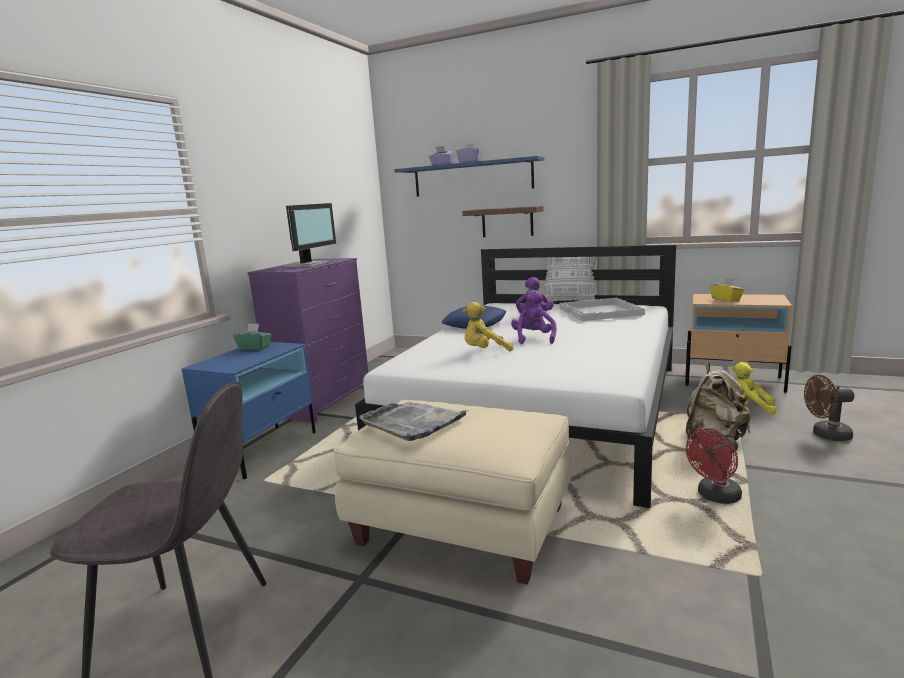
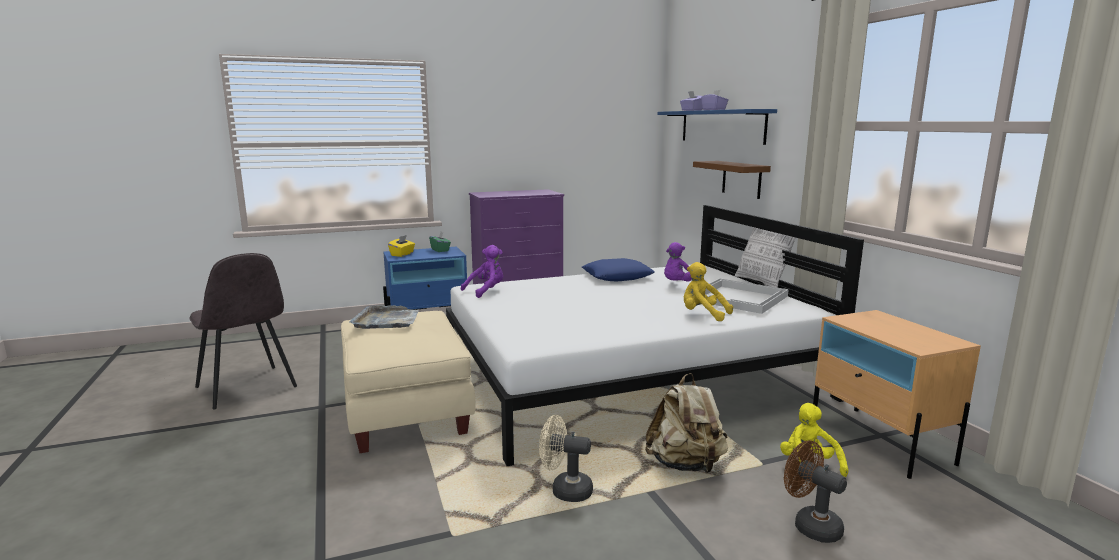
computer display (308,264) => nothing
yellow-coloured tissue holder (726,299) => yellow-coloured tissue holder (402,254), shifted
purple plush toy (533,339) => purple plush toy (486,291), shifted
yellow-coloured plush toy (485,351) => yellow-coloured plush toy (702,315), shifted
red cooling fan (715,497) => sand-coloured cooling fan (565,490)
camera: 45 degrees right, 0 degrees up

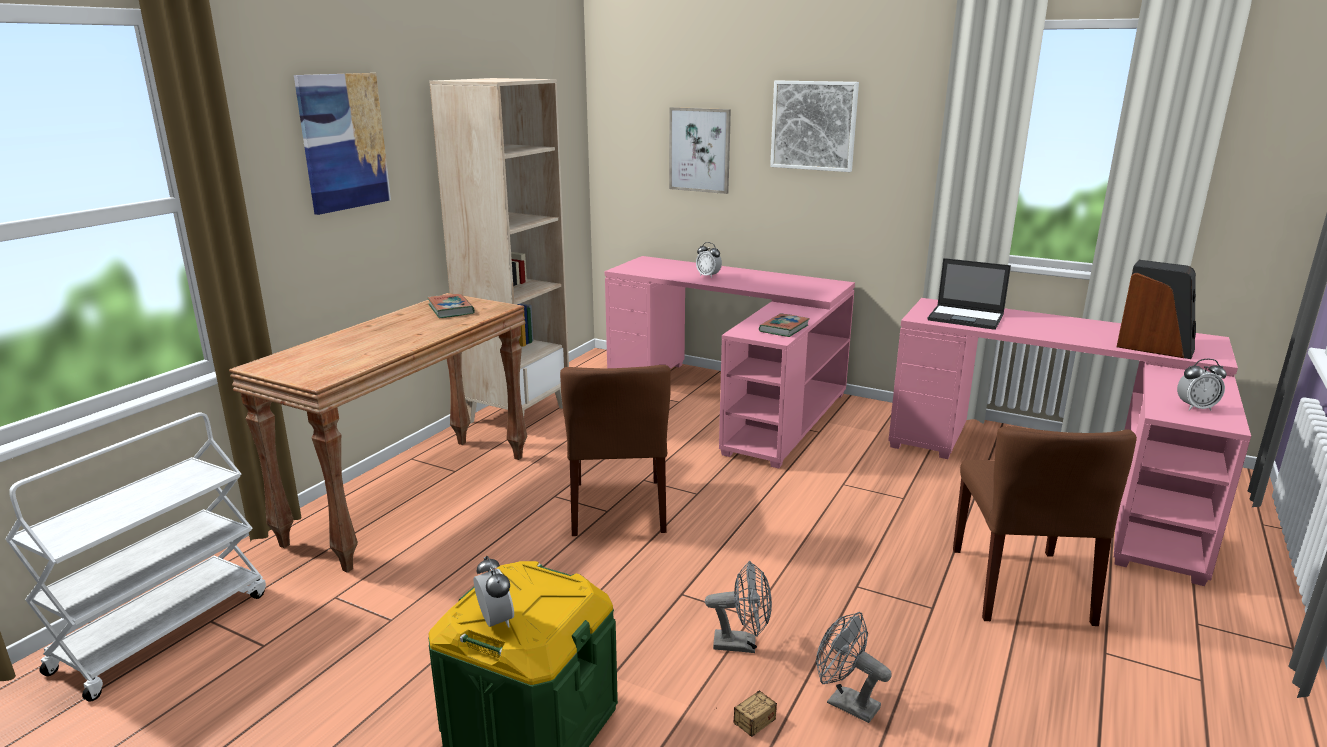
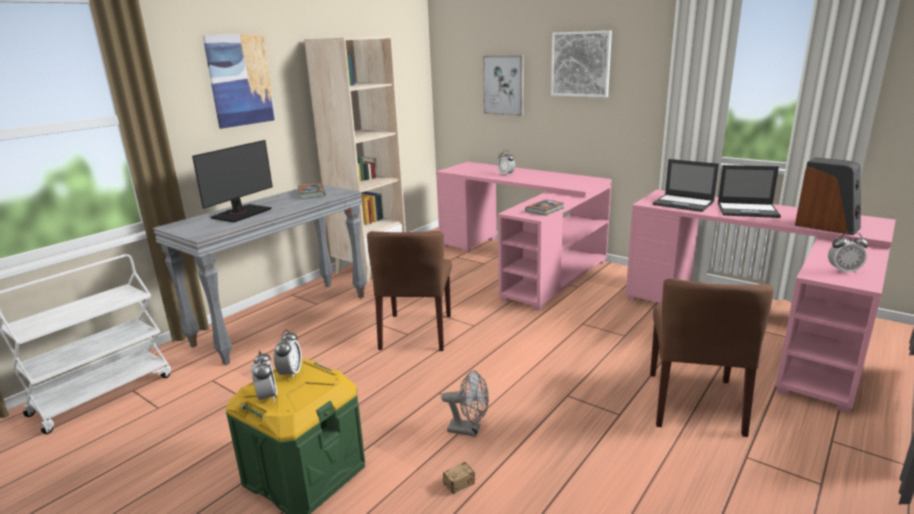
brownish hall table (412,497) => greyish hall table (283,319)
greyish cooling fan (845,703) => nothing
nothing => computer display (241,213)
nothing => portable computer (748,210)
nothing => table clock (290,373)
camera: 10 degrees right, 0 degrees up

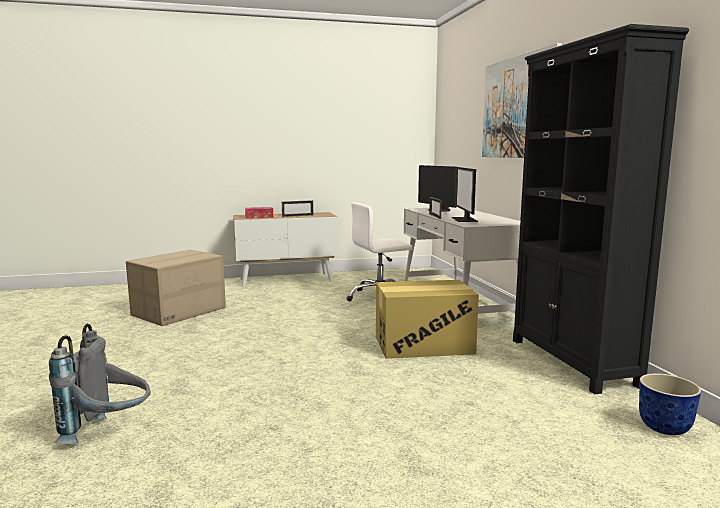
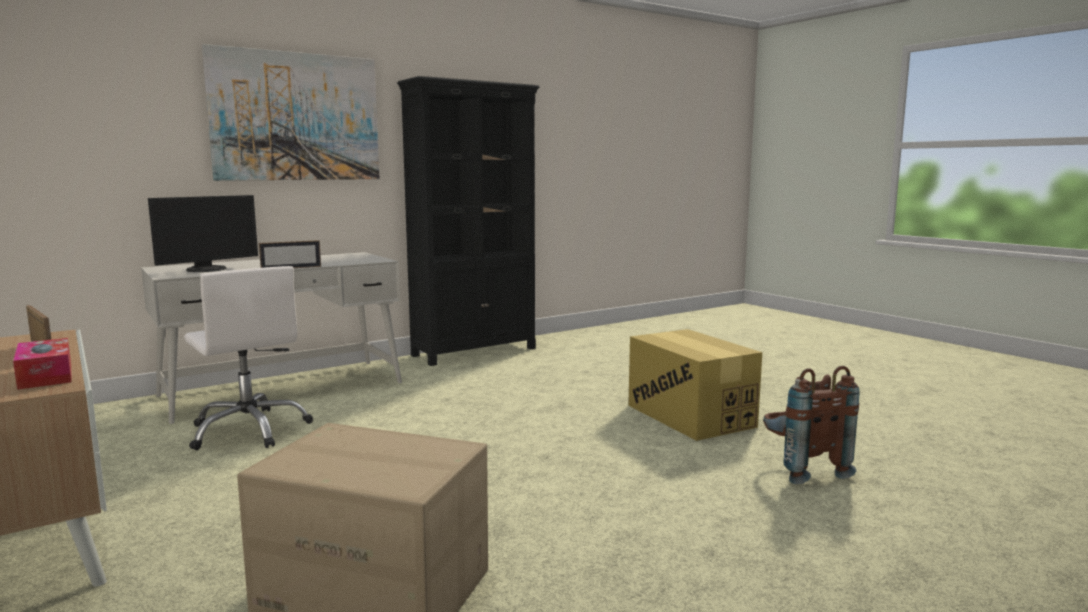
computer display (465,219) => nothing
carton (424,345) => carton (690,415), shifted
greyish backpack (109,432) => brownish backpack (801,468)
plant pot (664,428) => nothing
camera: 110 degrees left, 0 degrees up

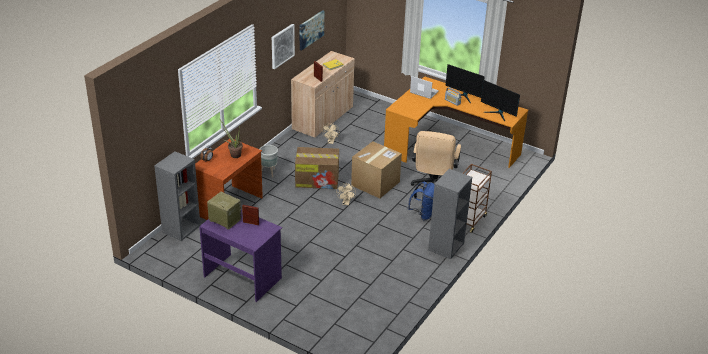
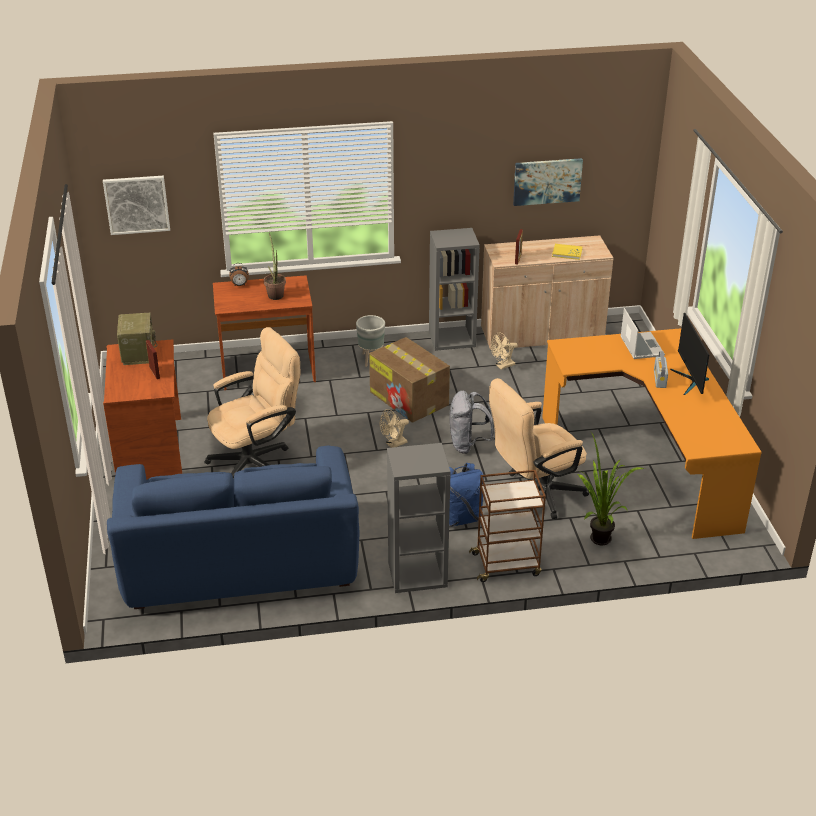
wall art (282,46) => wall art (137,204), shifted
computer display (498,113) => nothing
carton (375,183) => greyish backpack (468,445)
greyish bookcase (181,228) => greyish bookcase (452,339), shifted
purple desk table (243,277) => brownish desk table (151,450)
nothing => sand-coloured desk chair (257,460)
nothing => houseplant (597,542)
nothing => blue sofa (240,562)
camera: 50 degrees right, 0 degrees up

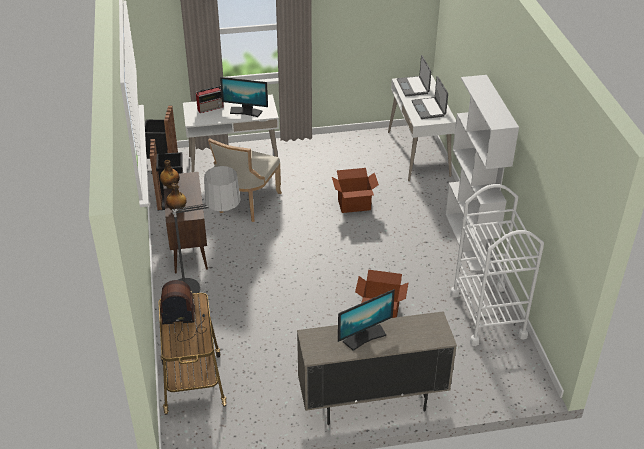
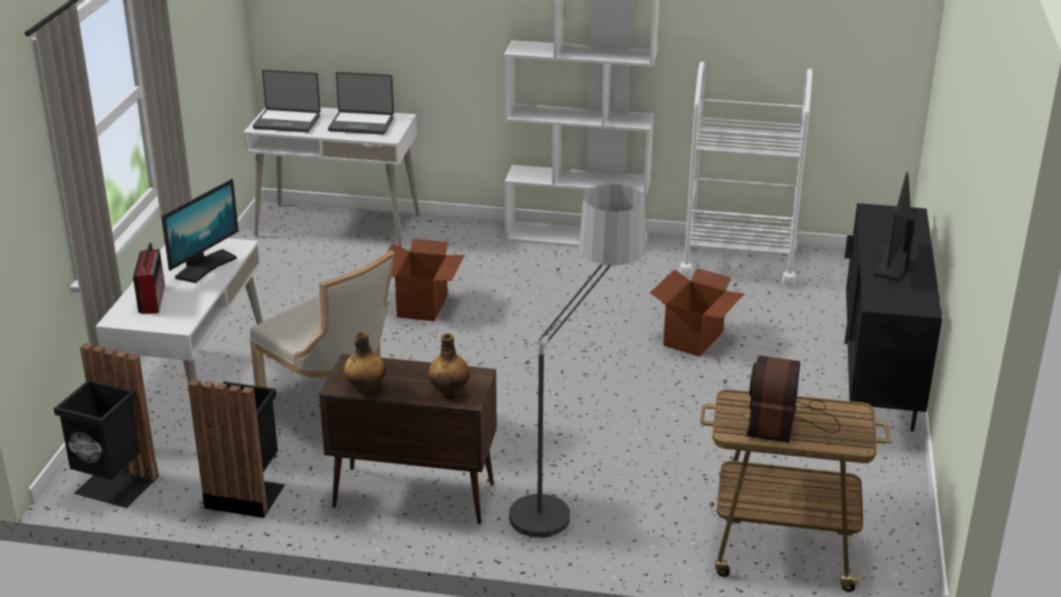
computer display (364,337) => computer display (893,264), 150 degrees counterclockwise
sand-coloured cupboard (372,402) => blackish cupboard (877,385)
camera: 70 degrees left, 10 degrees down

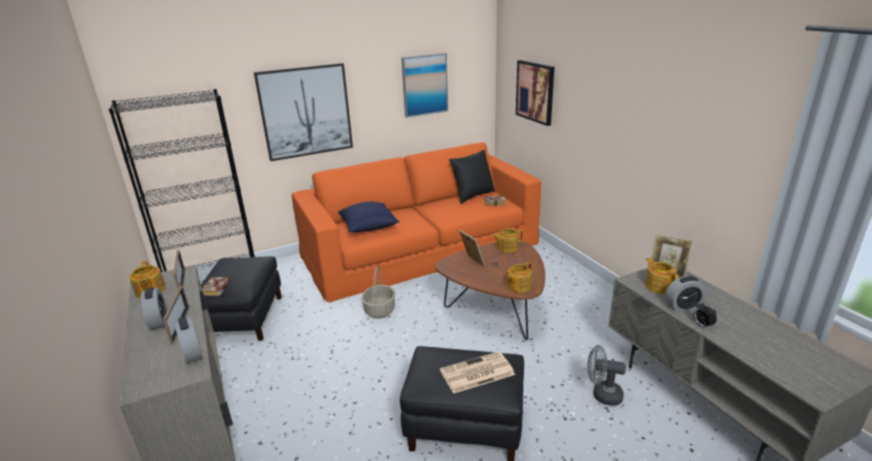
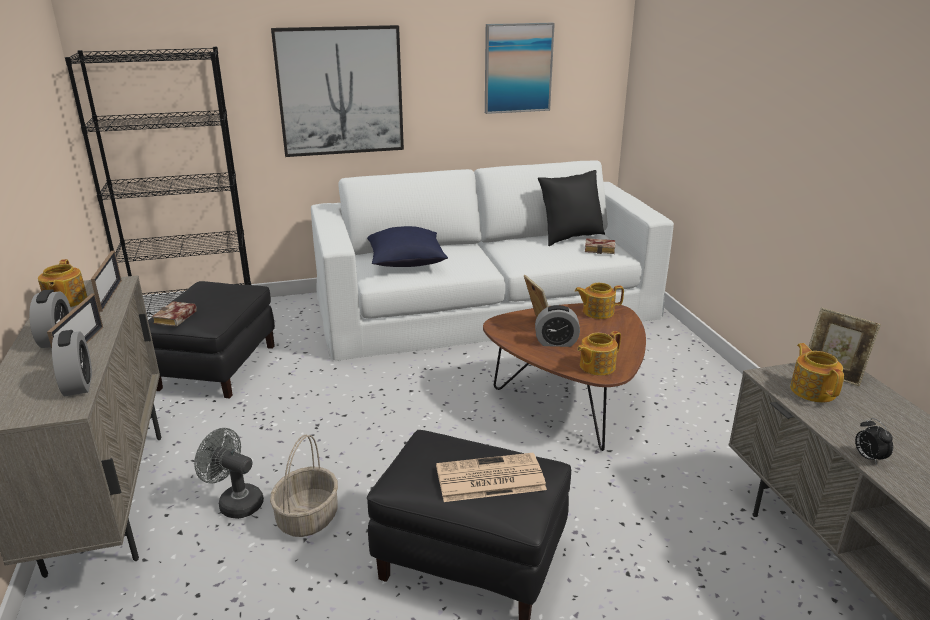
wall art (535,92) => nothing
orangey sofa (420,249) => white-coloured sofa (485,306)
storage basket (379,310) => storage basket (307,517), shifted
table clock (683,306) => table clock (556,342), shifted
greyish cooling fan (602,395) => greyish cooling fan (235,502), shifted
camera: 10 degrees right, 0 degrees up

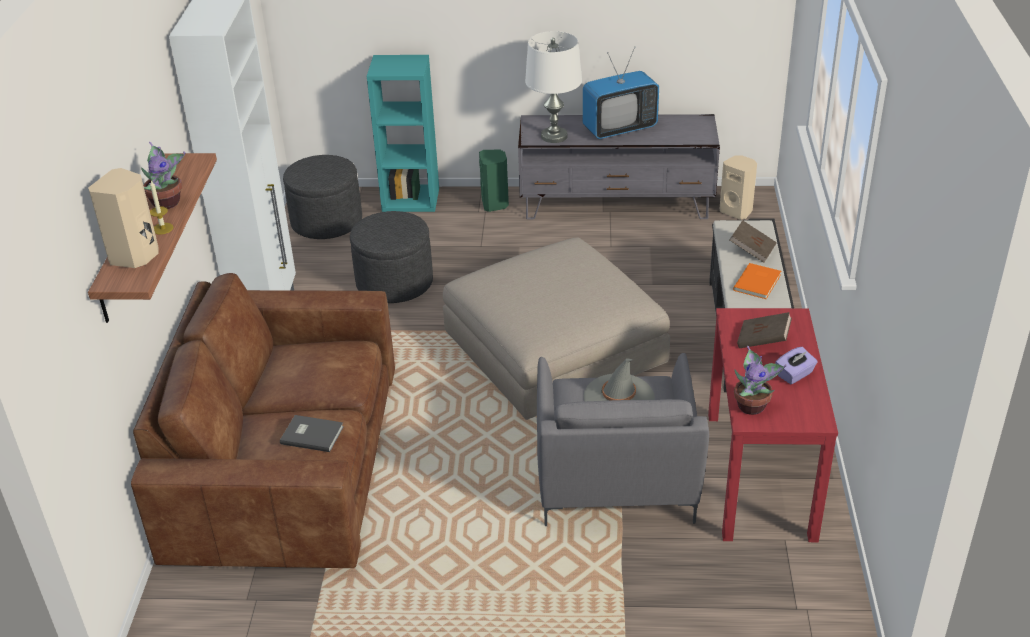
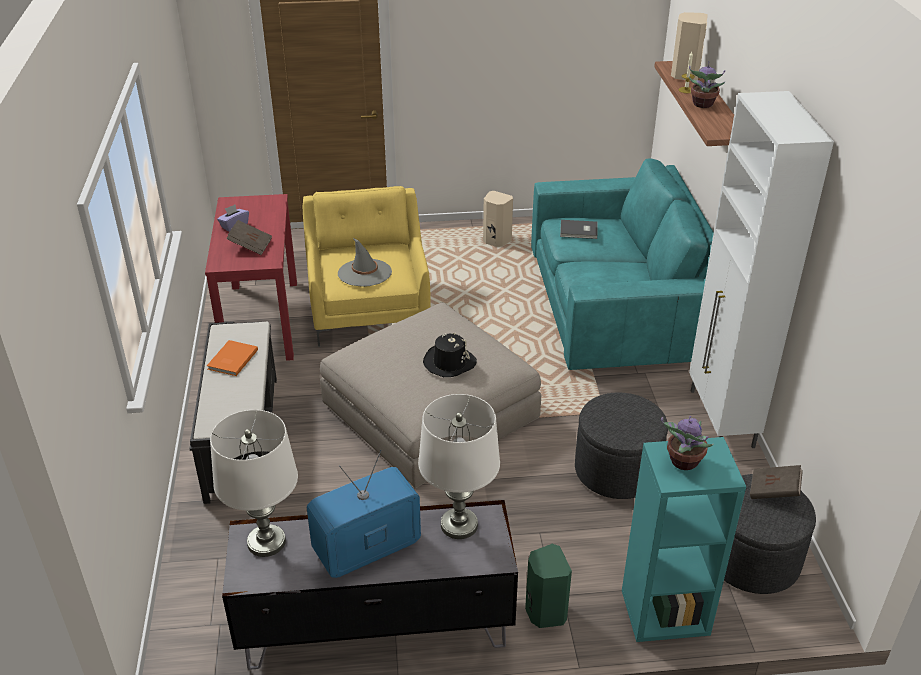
sand-coloured loudspeaker (737,211) => sand-coloured loudspeaker (496,241), shifted
brownish book (752,250) => brownish book (773,491), shifted
brownish sofa (285,462) => turquoise sofa (617,303)
houseplant (752,406) => houseplant (683,462), shifted
greyish armchair (614,482) => yellow-coloured armchair (369,308)
nothing => blackish wearable hat (449,362)
nothing => white-coloured lamp for a table (266,542)
camera: 170 degrees right, 0 degrees up

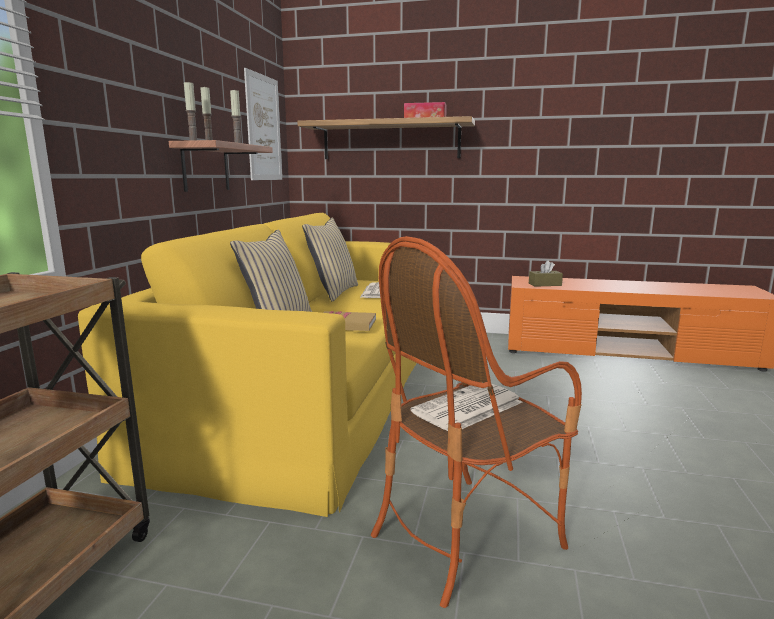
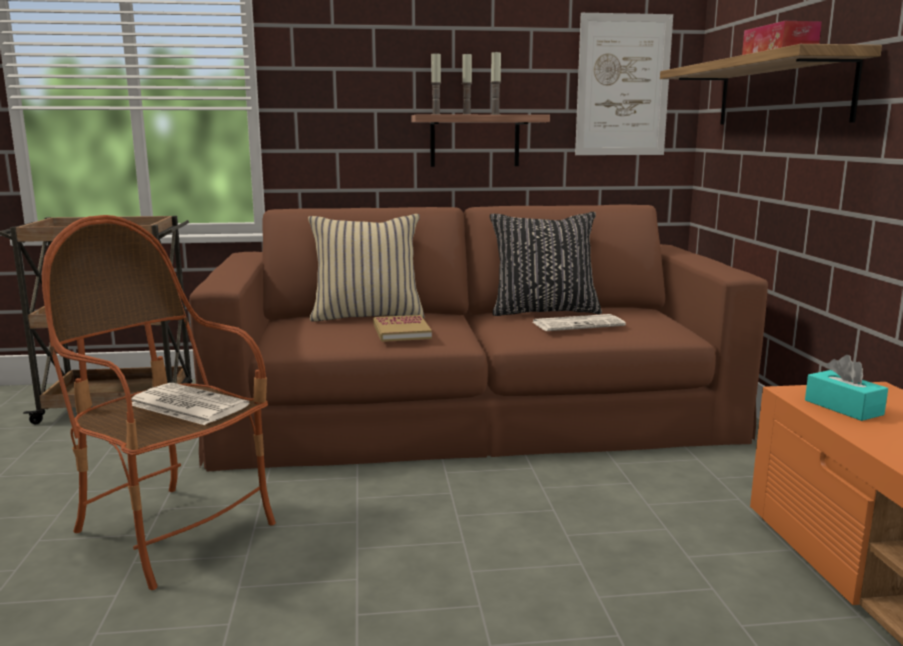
yellow-coloured sofa (316,384) => brownish sofa (472,412)
sand-coloured cushion (333,292) => blackish cushion (543,311)
brownish tissue holder (545,284) => turquoise tissue holder (843,407)
camera: 70 degrees right, 0 degrees up

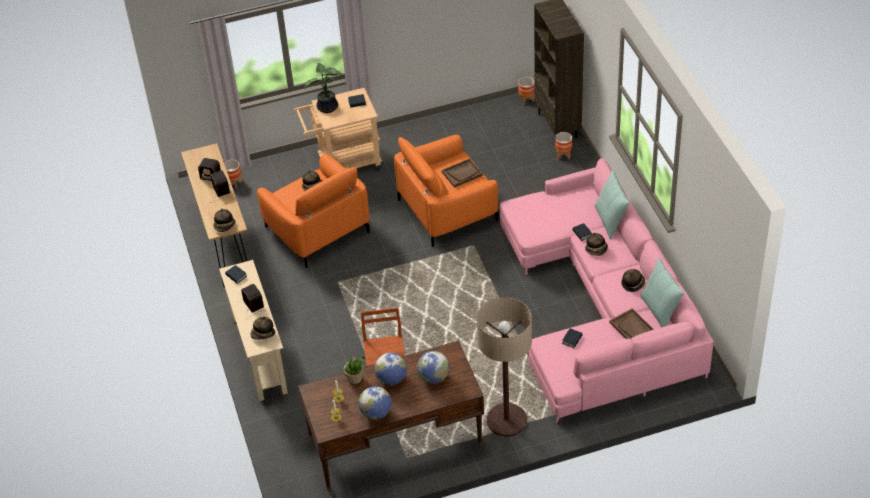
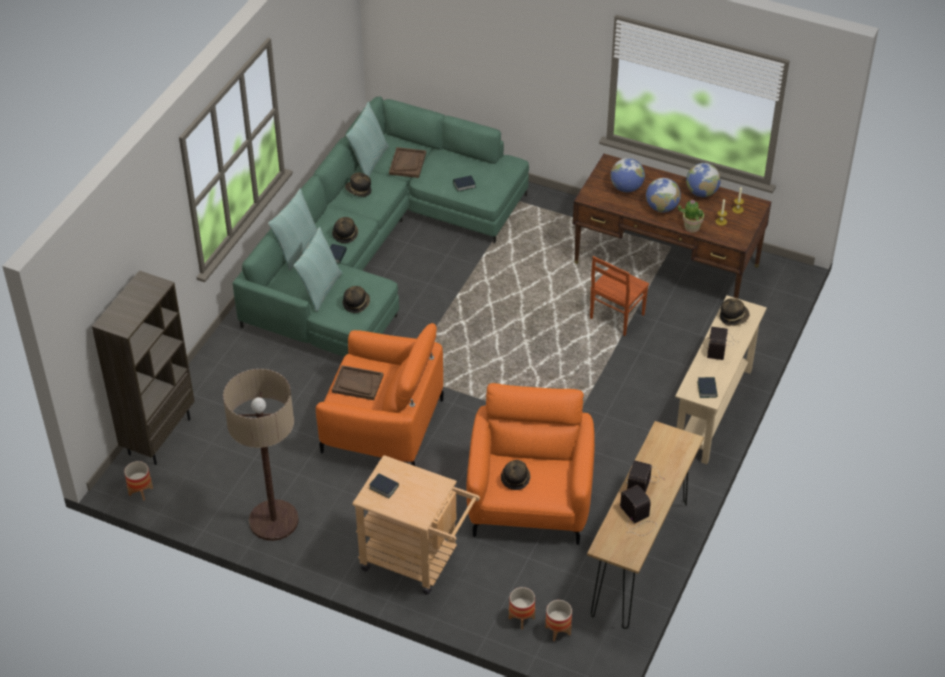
houseplant (327,108) => nothing
plant pot (563,155) => plant pot (521,618), shifted
pink-coloured sofa (601,308) => green-coloured sofa (376,247)
wearable hat (225,226) => wearable hat (356,303), shifted
floor lamp (506,420) => floor lamp (273,521), shifted
nothing => cushion (320,289)
camera: 140 degrees left, 0 degrees up

